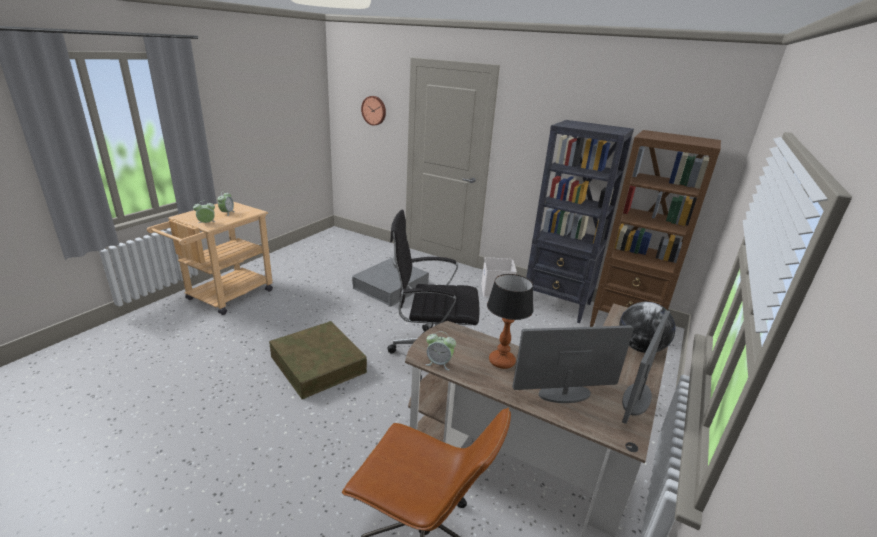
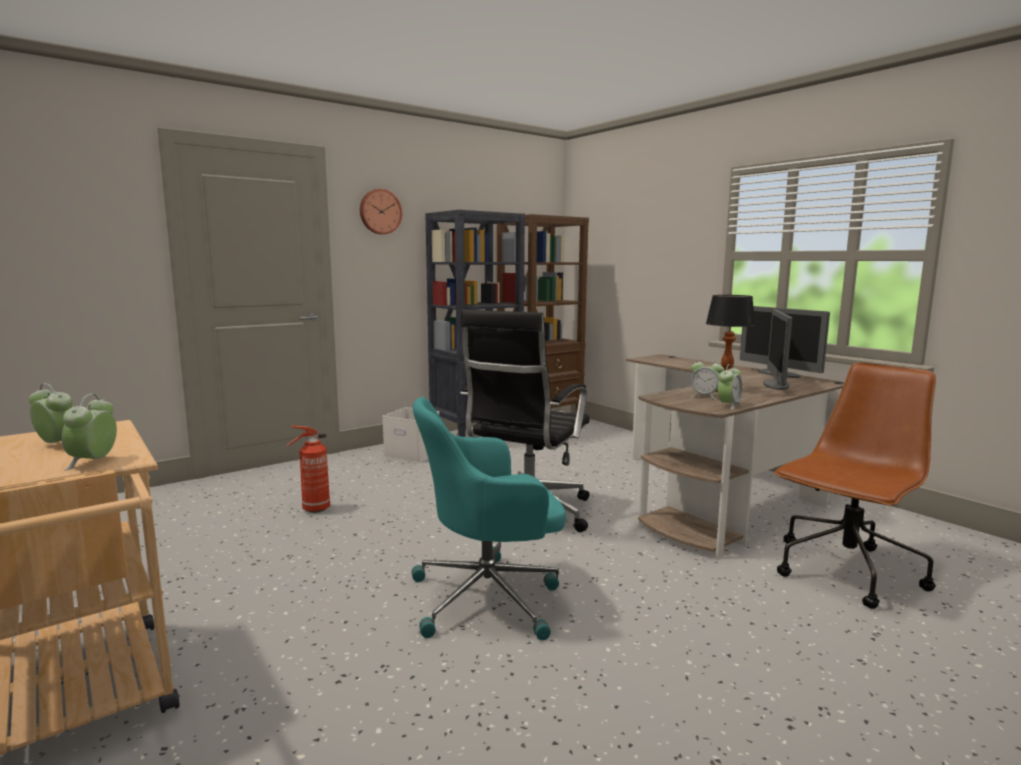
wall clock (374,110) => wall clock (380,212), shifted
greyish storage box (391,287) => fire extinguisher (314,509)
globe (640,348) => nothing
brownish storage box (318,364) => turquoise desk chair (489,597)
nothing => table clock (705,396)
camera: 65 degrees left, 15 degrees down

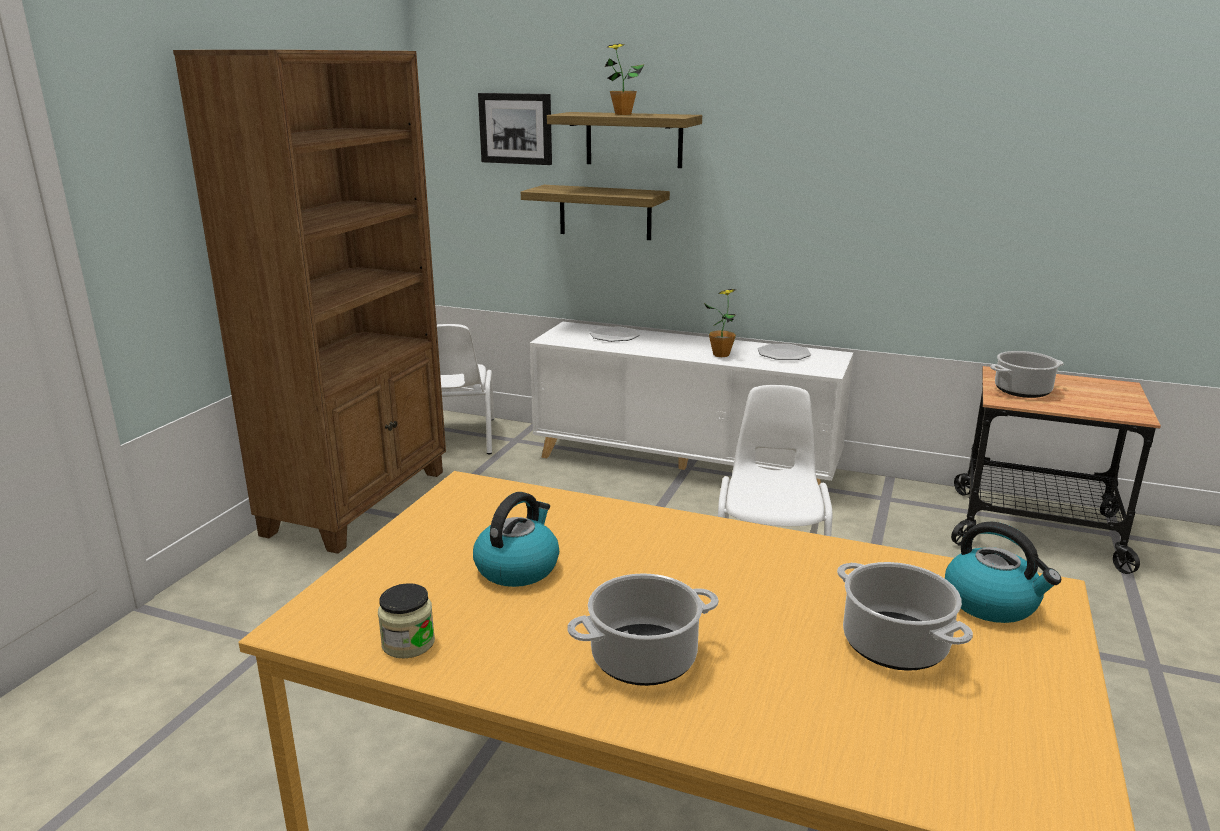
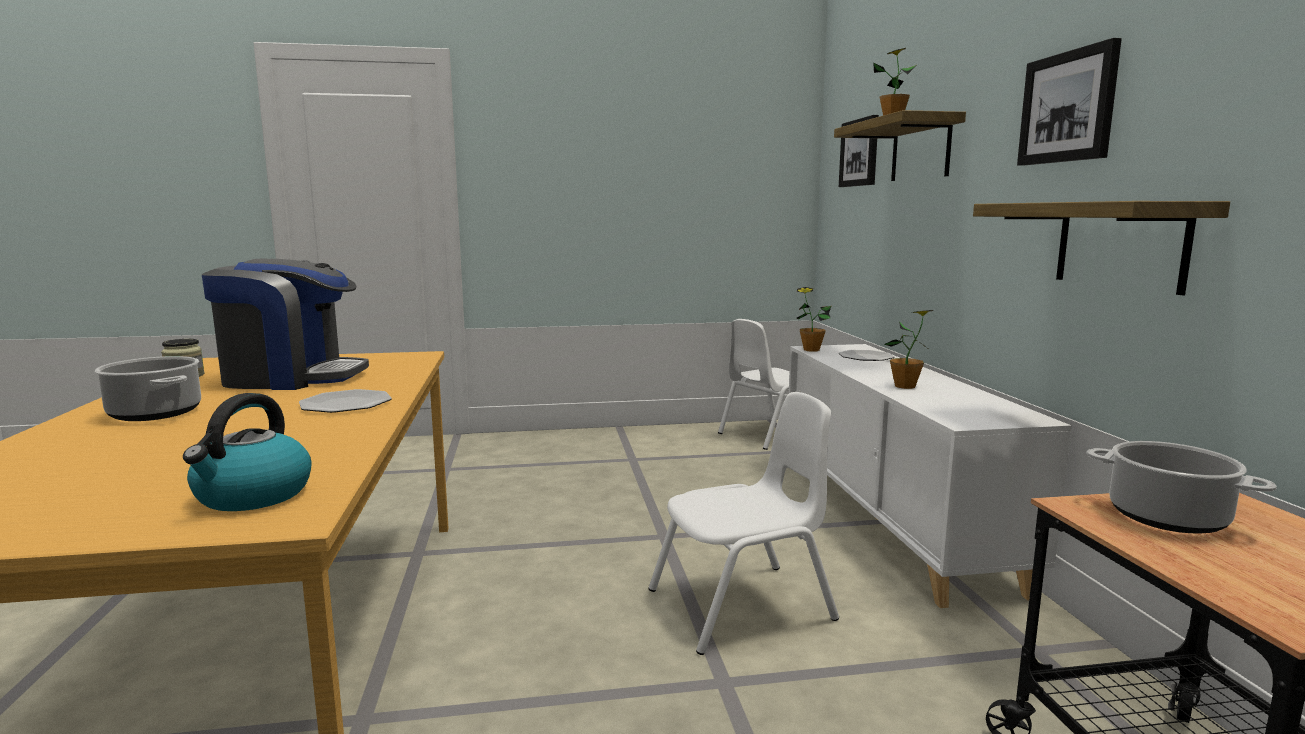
brownish bookcase (360,501) => nothing
shelf (605,212) => shelf (1120,245), shifted
plate (783,354) => plate (346,404), shifted
tea kettle (517,567) => coffee maker (291,378)
stockpot (896,645) => nothing
nothing => wall art (1068,107)
nothing => houseplant (811,350)
camera: 60 degrees right, 10 degrees down

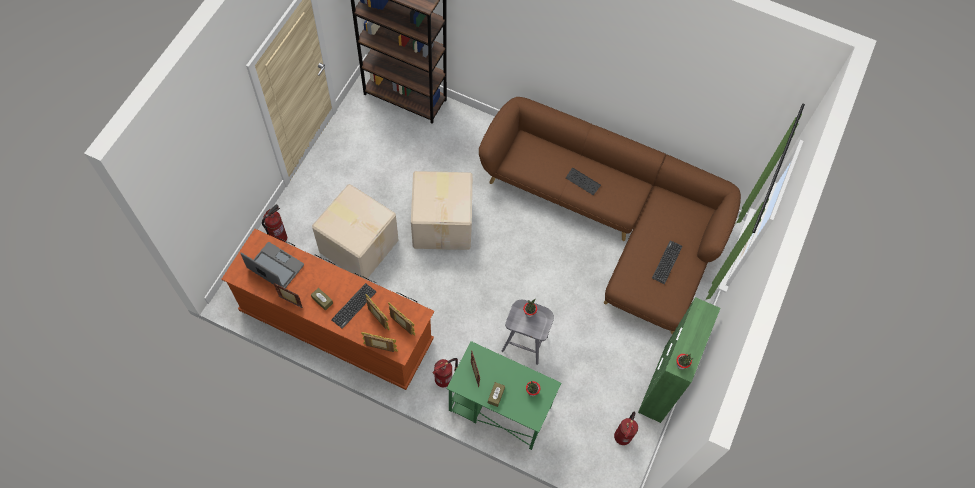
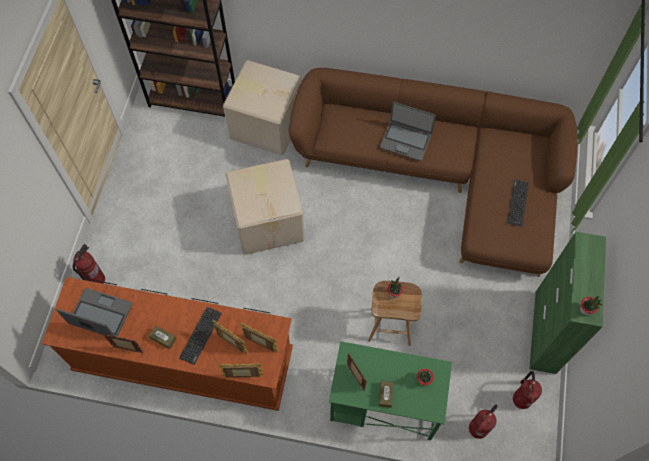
PC keyboard (582,182) => portable computer (405,141)
carton (359,245) => carton (266,124), shifted
greyish stool (525,343) => brownish stool (391,326)
fire extinguisher (444,379) => fire extinguisher (479,428), shifted
camera: 10 degrees left, 0 degrees up

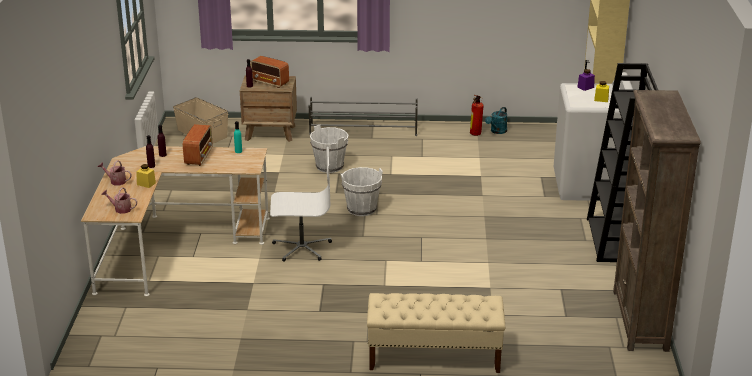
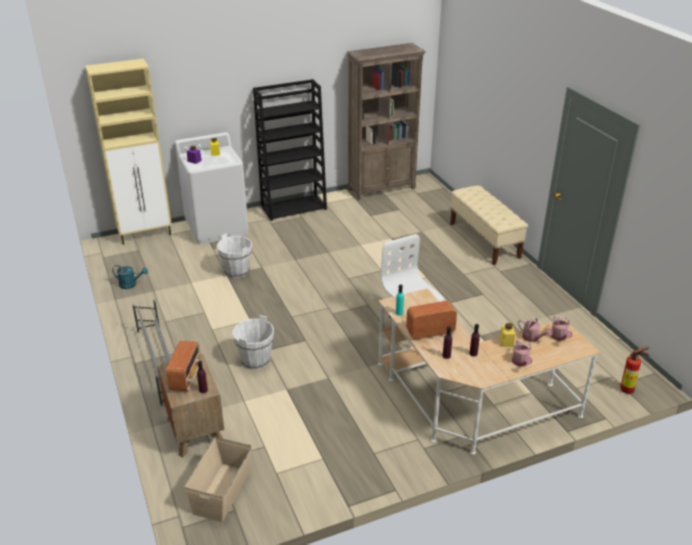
fire extinguisher (474,134) => fire extinguisher (629,390), shifted
white-coloured water bucket (361,209) => white-coloured water bucket (237,271), shifted
nothing => watering can (532,338)
camera: 115 degrees left, 5 degrees up

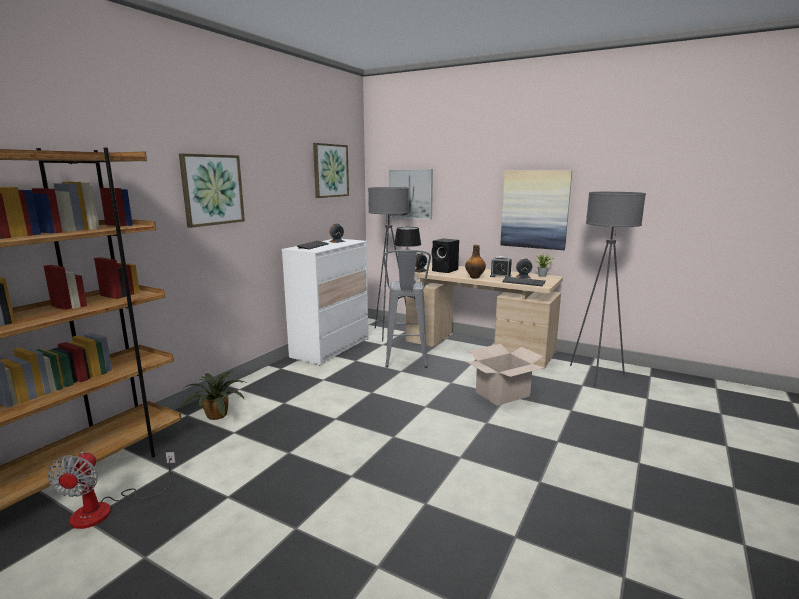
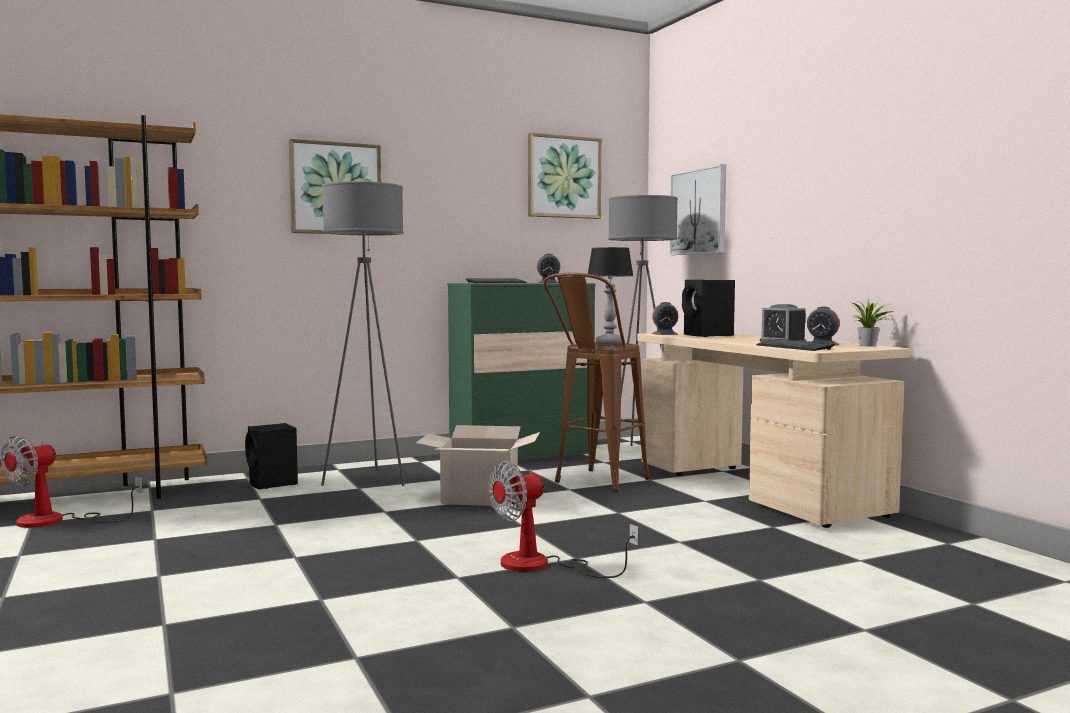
wall art (535,209) => nothing
greyish floor lamp (595,375) => greyish floor lamp (368,479), shifted
white-coloured chest of drawers (330,348) => green-coloured chest of drawers (521,454)
beverage bottle (475,277) => nothing
greyish stool (406,363) => brownish stool (594,484)
carton (502,394) => carton (480,498), shifted
houseplant (218,416) => blackish loudspeaker (273,484)
nothing => cooling fan (542,565)
camera: 35 degrees right, 10 degrees down

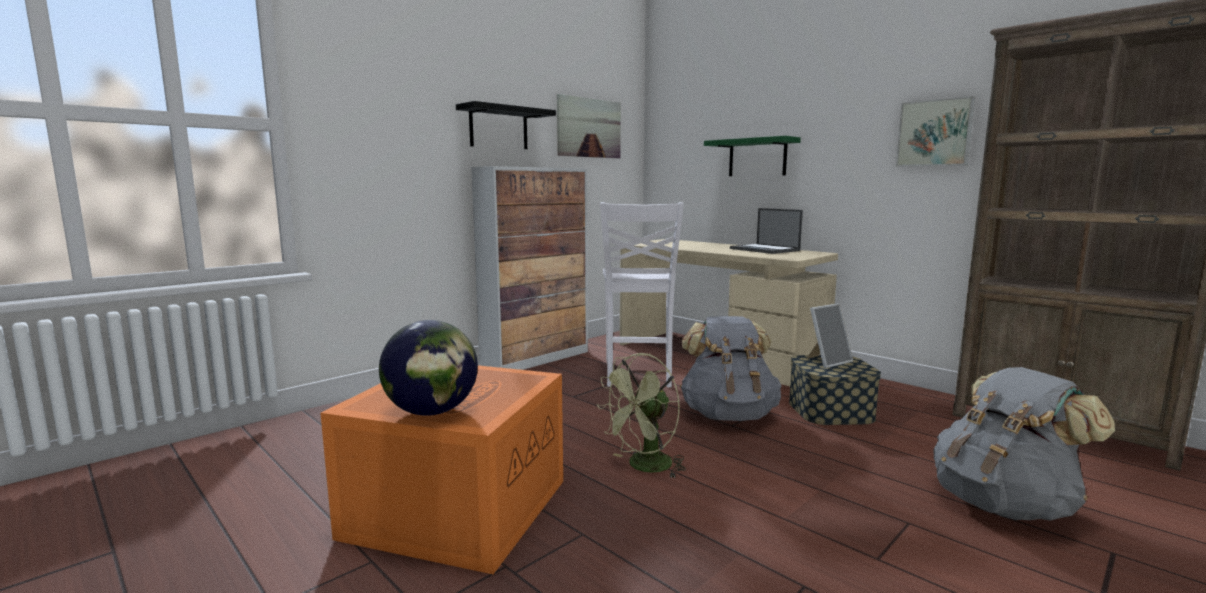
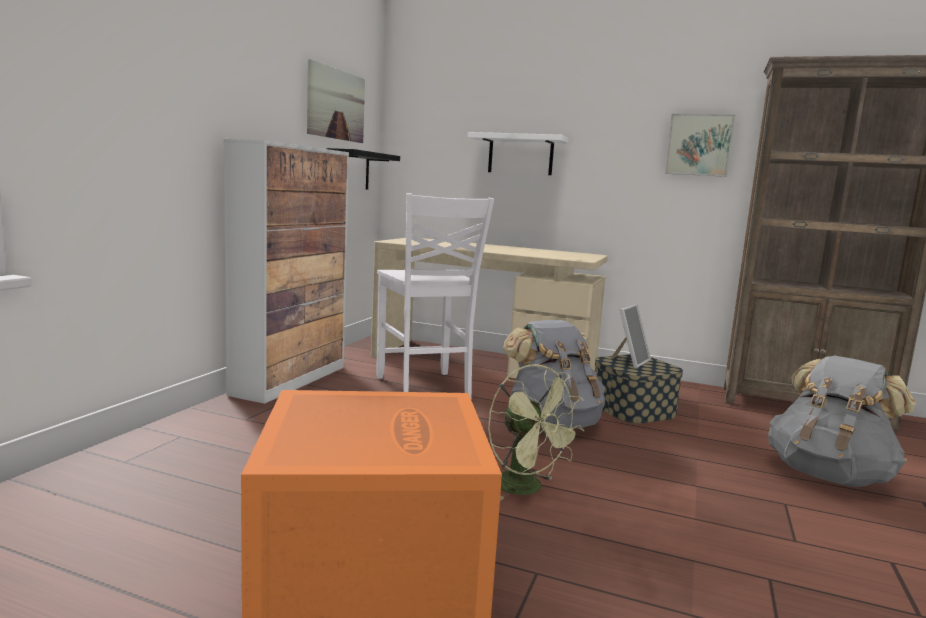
blackish shelf (498,128) => blackish shelf (351,170), shifted
green-coloured shelf (757,157) => white-coloured shelf (520,155)
portable computer (765,250) => nothing
globe (432,412) => nothing
green-coloured cooling fan (644,467) => green-coloured cooling fan (527,489), 60 degrees counterclockwise
camera: 25 degrees left, 0 degrees up

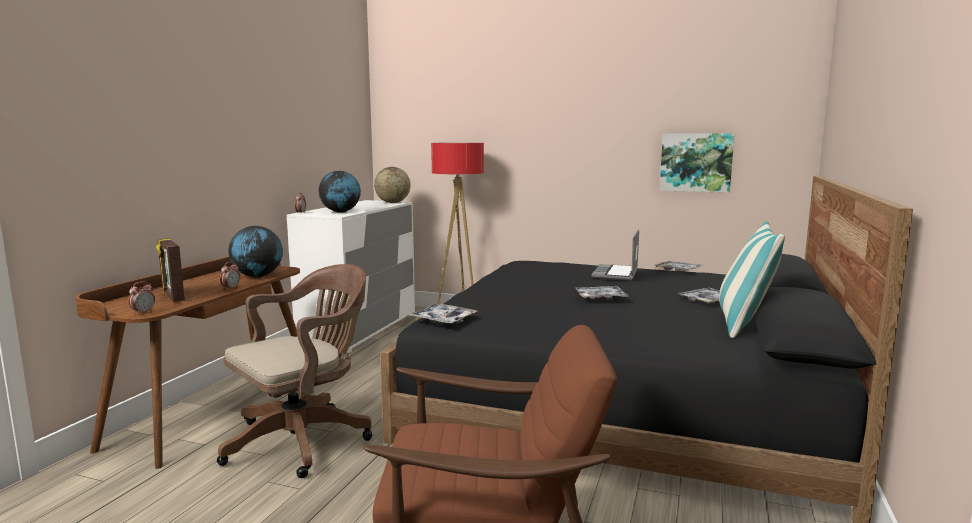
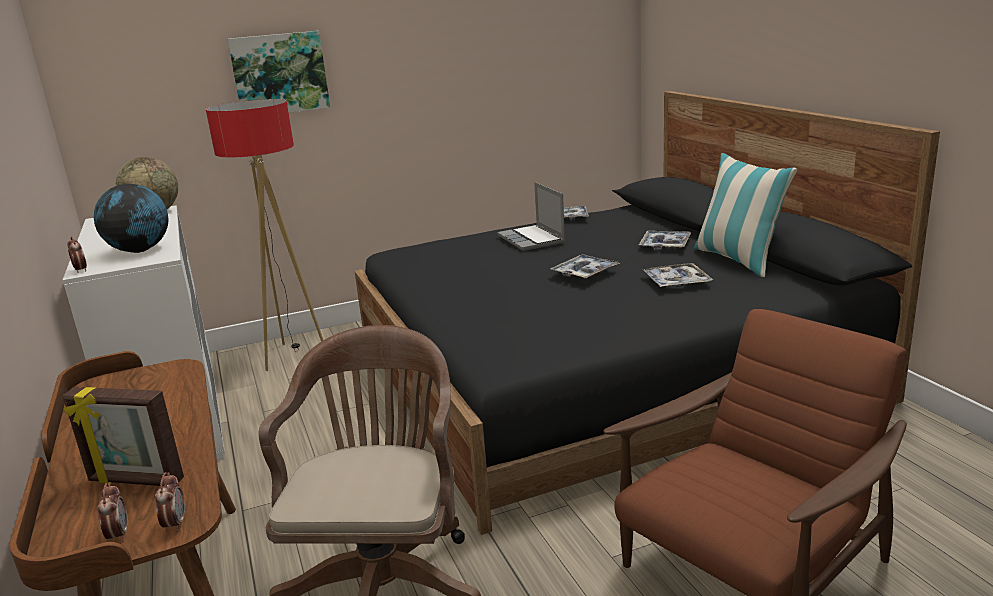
wall art (696,162) => wall art (279,74), shifted
globe (258,276) => nothing
table clock (231,288) => table clock (118,535), shifted
serving tray (443,320) => serving tray (676,282), shifted
camera: 40 degrees left, 10 degrees up

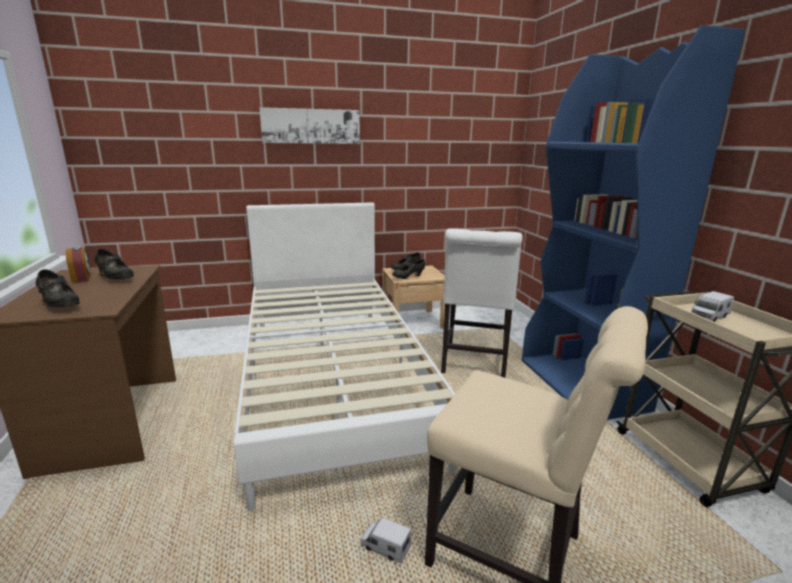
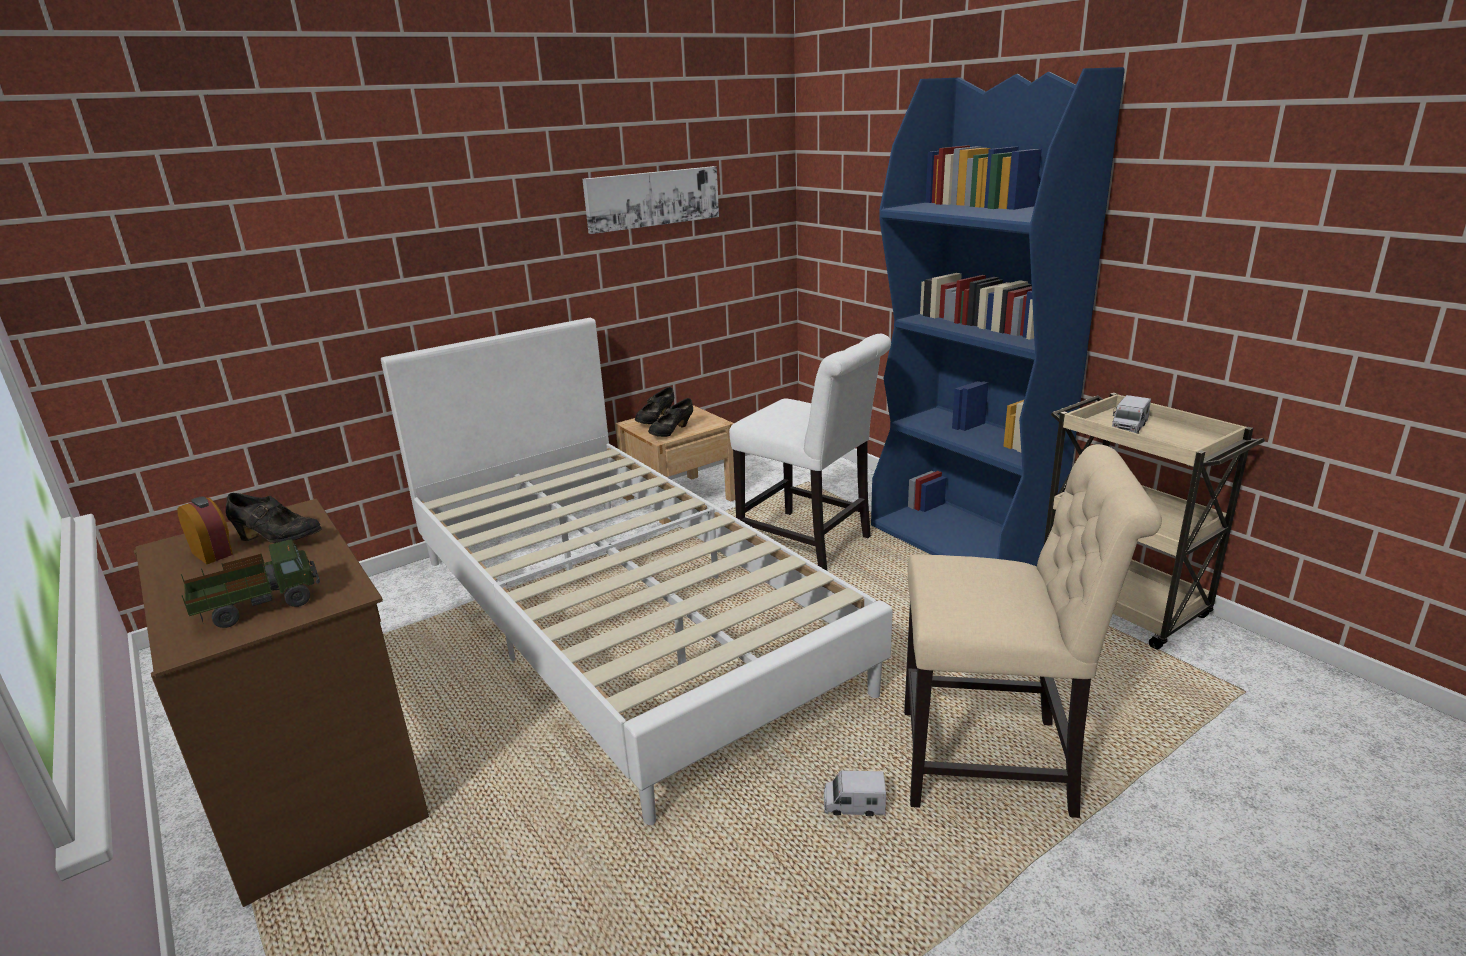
wall art (311,126) => wall art (652,198), shifted
white-coloured chair (474,363) => white-coloured chair (810,544), 45 degrees counterclockwise
blackish item of footwear (60,305) => toy lorry (258,607)
camera: 20 degrees left, 5 degrees up

